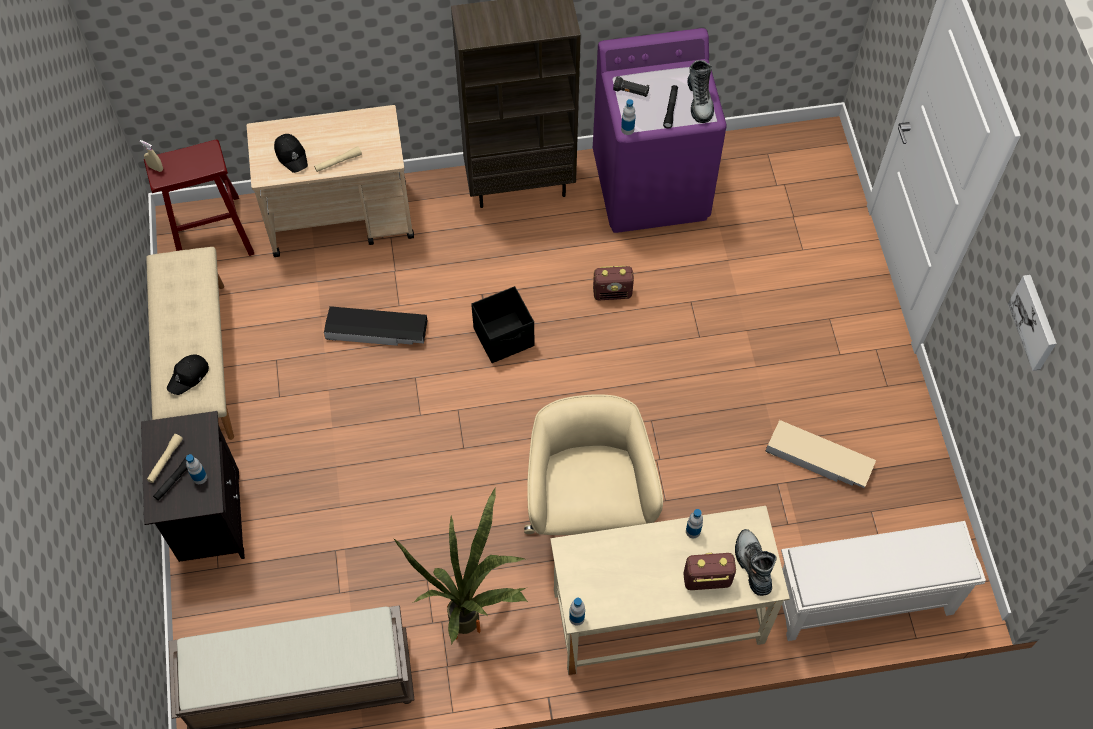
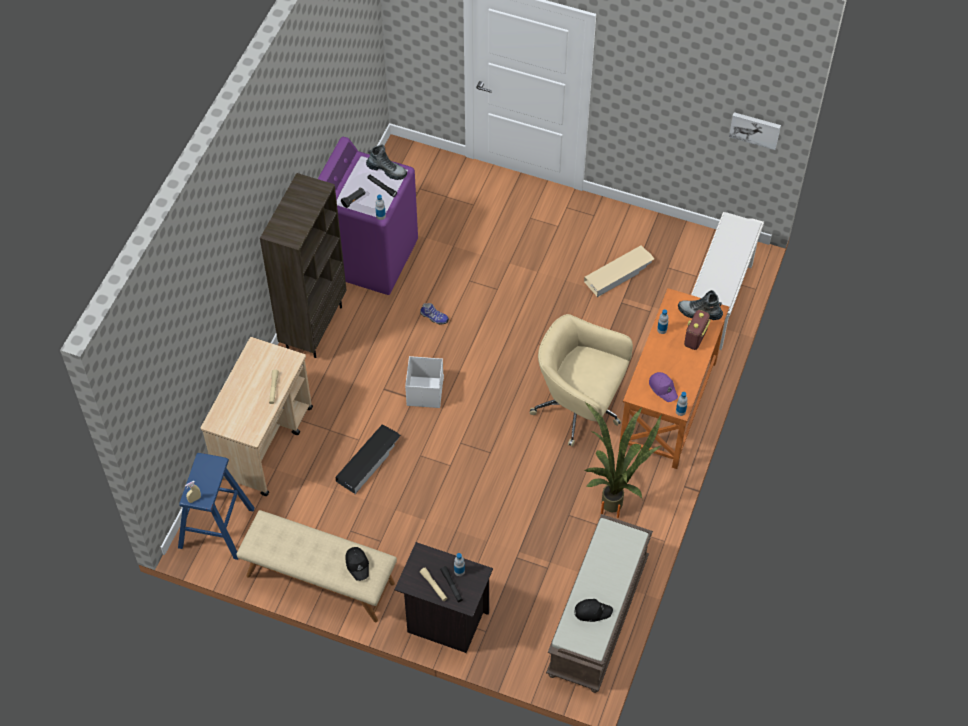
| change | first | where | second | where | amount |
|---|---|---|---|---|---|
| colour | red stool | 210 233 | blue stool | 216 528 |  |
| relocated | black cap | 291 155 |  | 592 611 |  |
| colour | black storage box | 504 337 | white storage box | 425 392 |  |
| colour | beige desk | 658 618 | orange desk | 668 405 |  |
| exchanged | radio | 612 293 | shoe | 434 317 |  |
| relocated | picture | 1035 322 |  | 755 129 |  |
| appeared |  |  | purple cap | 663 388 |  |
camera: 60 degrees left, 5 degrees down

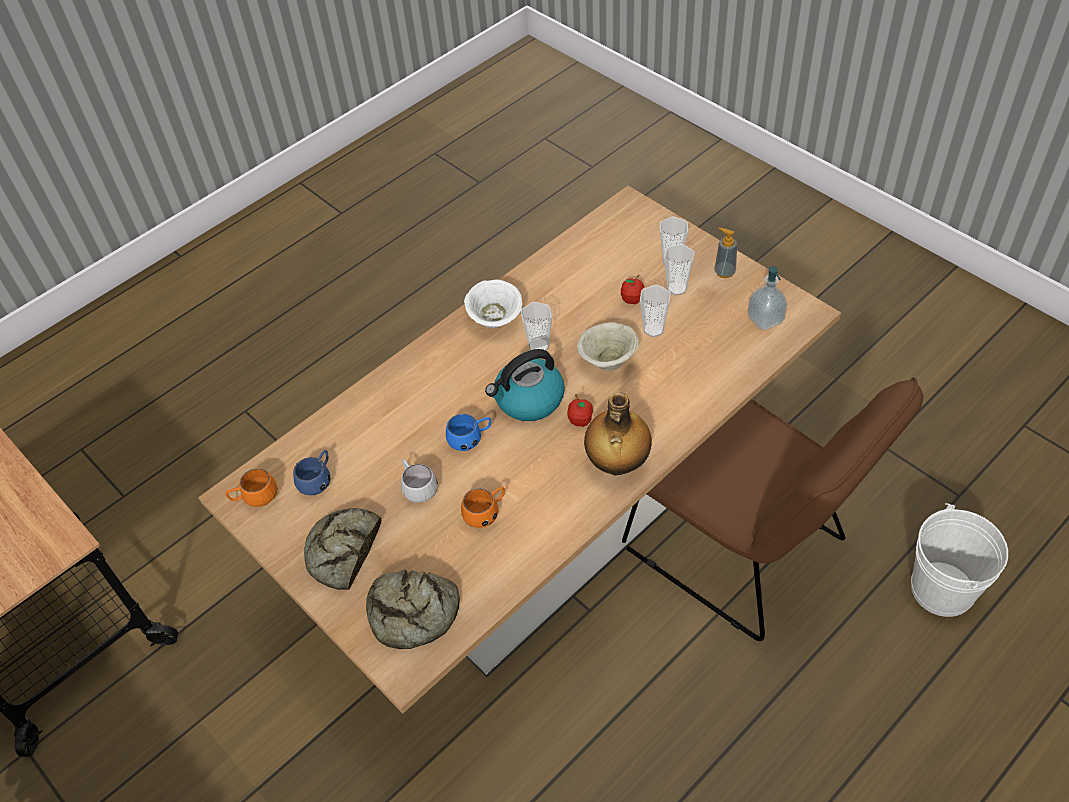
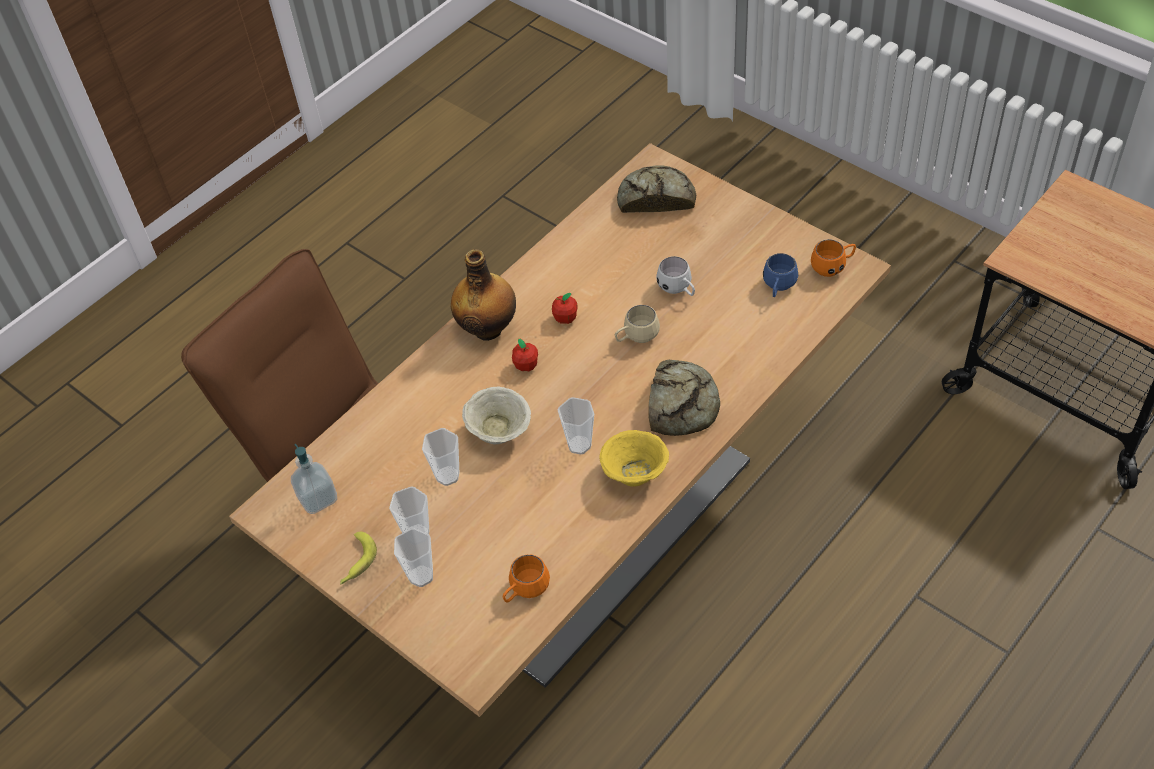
| change | first | where | second | where | amount |
|---|---|---|---|---|---|
| relocated | bread | 343 551 |  | 682 403 |  |
| colour | blue mug | 470 440 | beige mug | 636 338 |  |
| relocated | orange mug | 486 513 |  | 525 591 |  |
| colour | white bowl | 495 319 | yellow bowl | 634 475 |  |
| missing | kettle | 528 400 |  |  |  |
| relocated | apple | 632 299 |  | 565 318 |  |
| exchanged | soap dispenser | 724 272 | banana | 356 563 |  |
| missing | white bucket | 942 589 |  |  |  |
camera: 175 degrees right, 0 degrees up

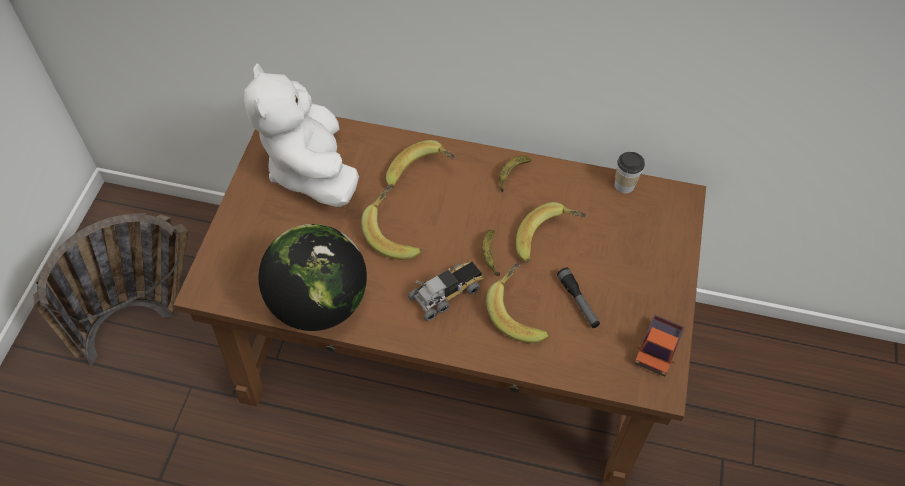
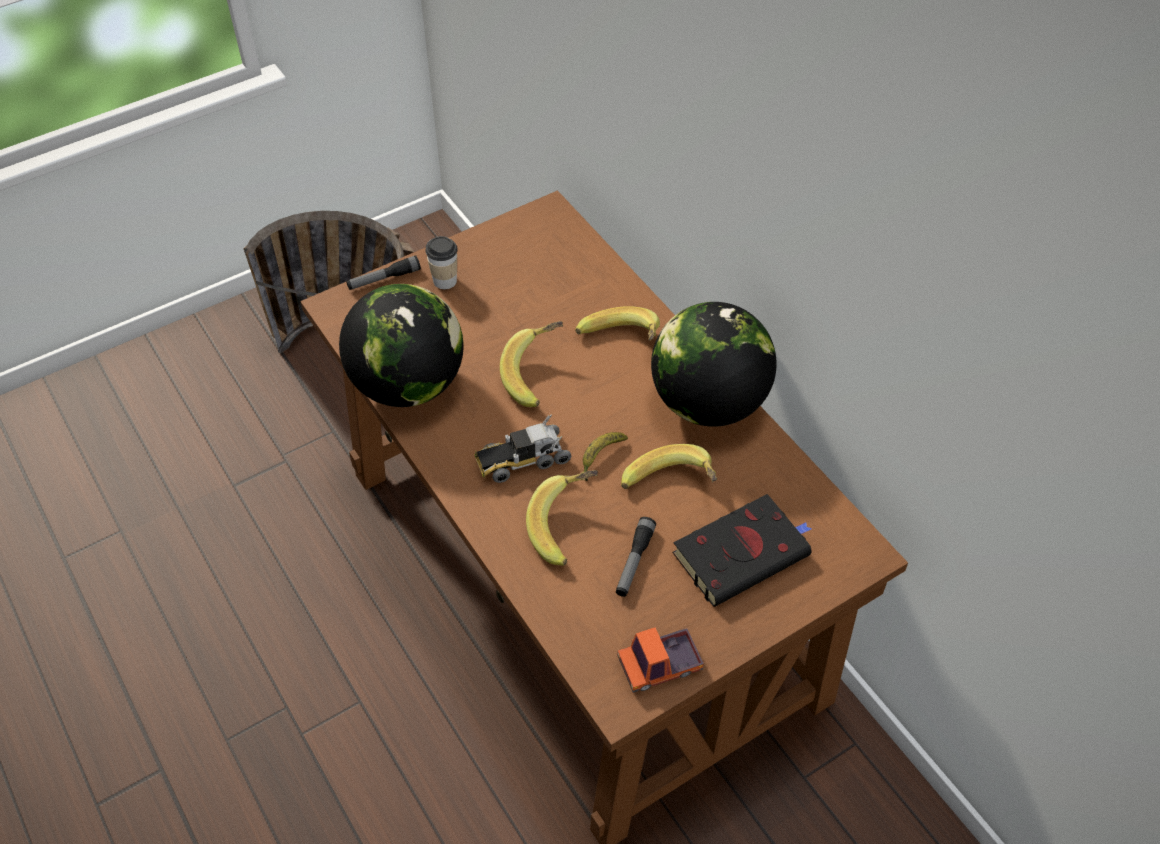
| change | first | where | second | where | amount |
|---|---|---|---|---|---|
| missing | white plush toy | 311 169 |  |  |  |
| spun | toy truck | 447 293 |  | 522 460 | 150 degrees clockwise |
| exchanged | banana | 511 175 | globe | 708 403 |  |
| relocated | cup | 624 185 |  | 445 280 |  |
| appeared |  |  | flashlight | 384 279 |  |
| appeared |  |  | black book | 743 553 |  |
camera: 45 degrees right, 5 degrees down

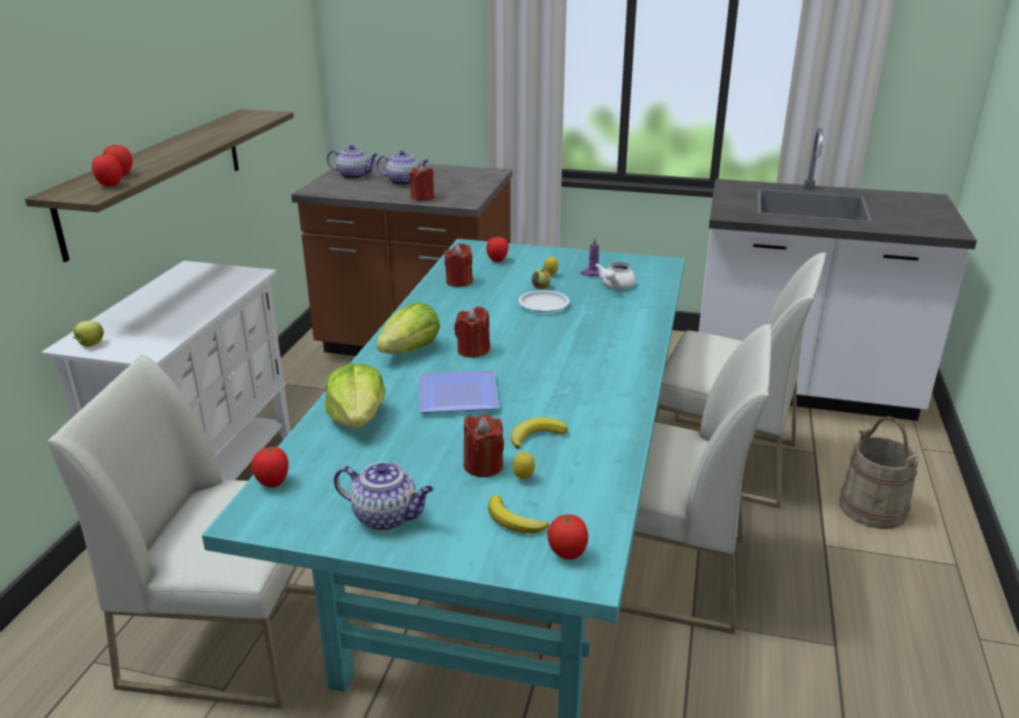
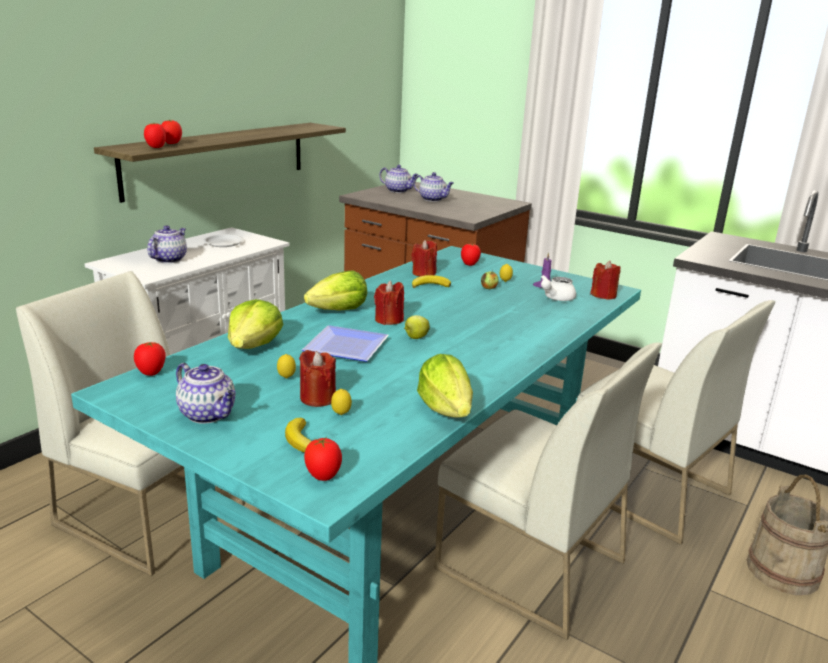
| change | first | where | second | where | amount |
|---|---|---|---|---|---|
| relocated | apple | 90 345 |  | 415 337 |  |
| relocated | red candle | 423 198 |  | 603 295 |  |
| relocated | banana | 536 436 |  | 430 285 |  |
| relocated | white plate | 543 304 |  | 223 243 |  |
| appeared |  |  | teapot | 169 259 |  |
| appeared |  |  | lemon | 286 378 |  |
| appeared |  |  | lettuce | 446 410 |  |
camera: 20 degrees right, 5 degrees down

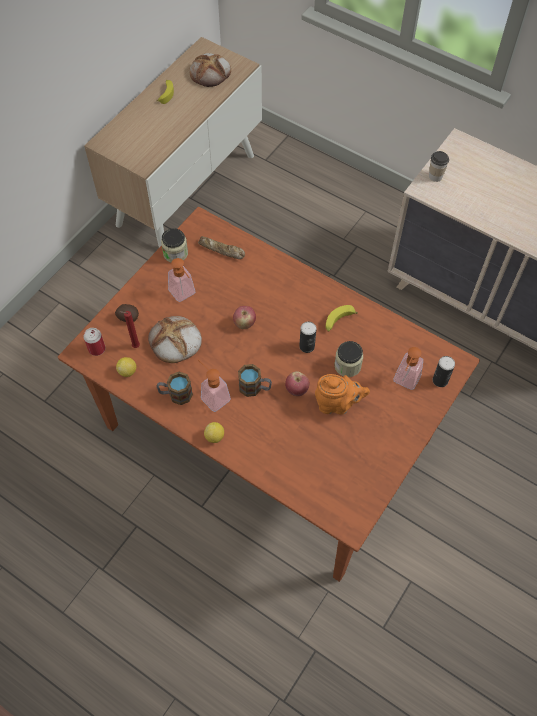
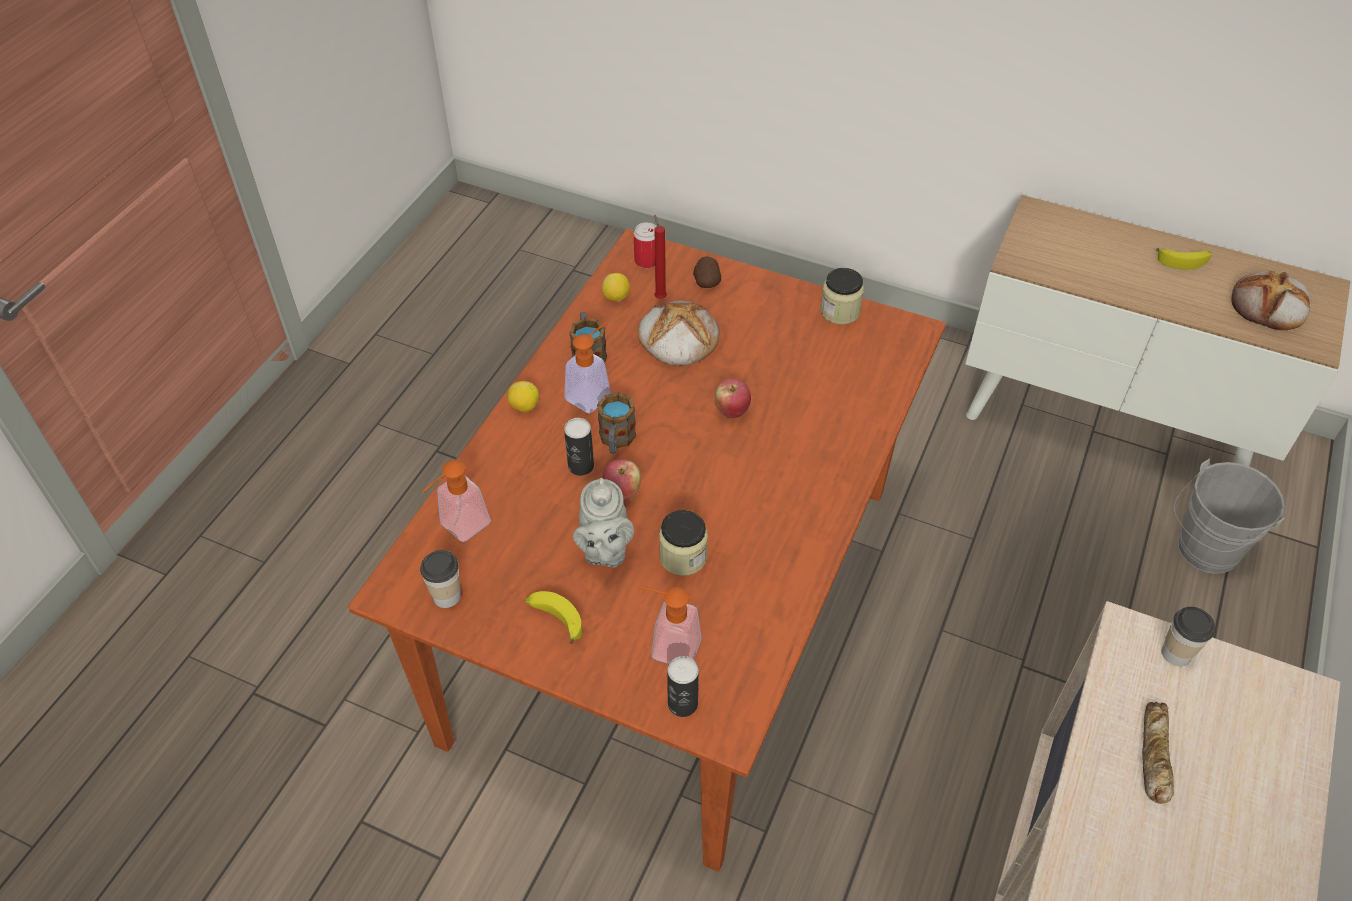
| change | first | where | second | where | amount |
|---|---|---|---|---|---|
| relocated | soap dispenser | 184 295 |  | 459 528 |  |
| relocated | bread | 222 250 |  | 1153 755 |  |
| relocated | can | 307 346 |  | 581 466 |  |
| colour | orange teapot | 337 404 | grey teapot | 604 550 |  |
| relocated | banana | 338 321 |  | 554 619 |  |
| appeared |  |  | cup | 446 596 |  |
| appeared |  |  | grey bucket | 1203 552 |  |
camera: 80 degrees right, 10 degrees down

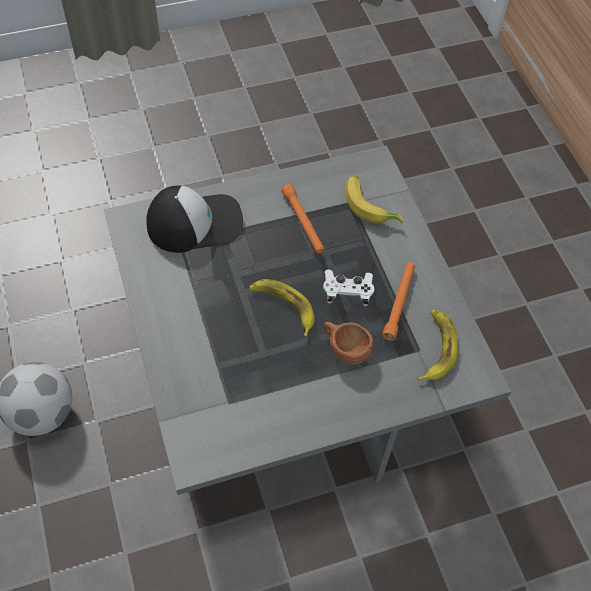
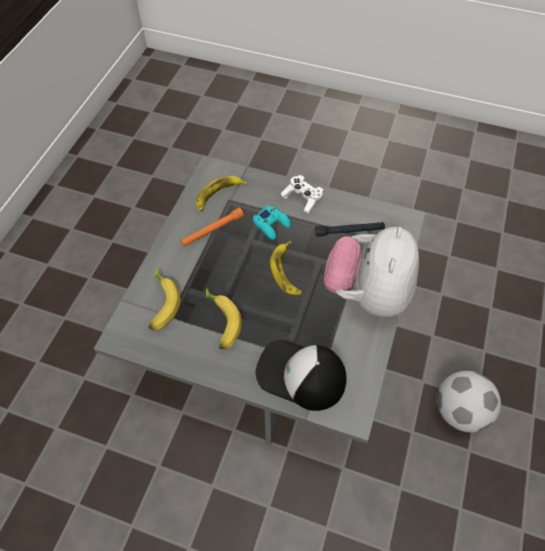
| change | first | where | second | where | amount |
|---|---|---|---|---|---|
| exchanged | orange flashlight | 303 222 | banana | 220 322 |  |
| relocated | white game controller | 347 292 |  | 302 198 |  |
| exchanged | brown cup | 344 349 | turquoise game controller | 272 225 |  |
| appeared |  |  | black flashlight | 349 231 |  |
| appeared |  |  | plush toy | 367 293 |  |
camera: 140 degrees left, 0 degrees up

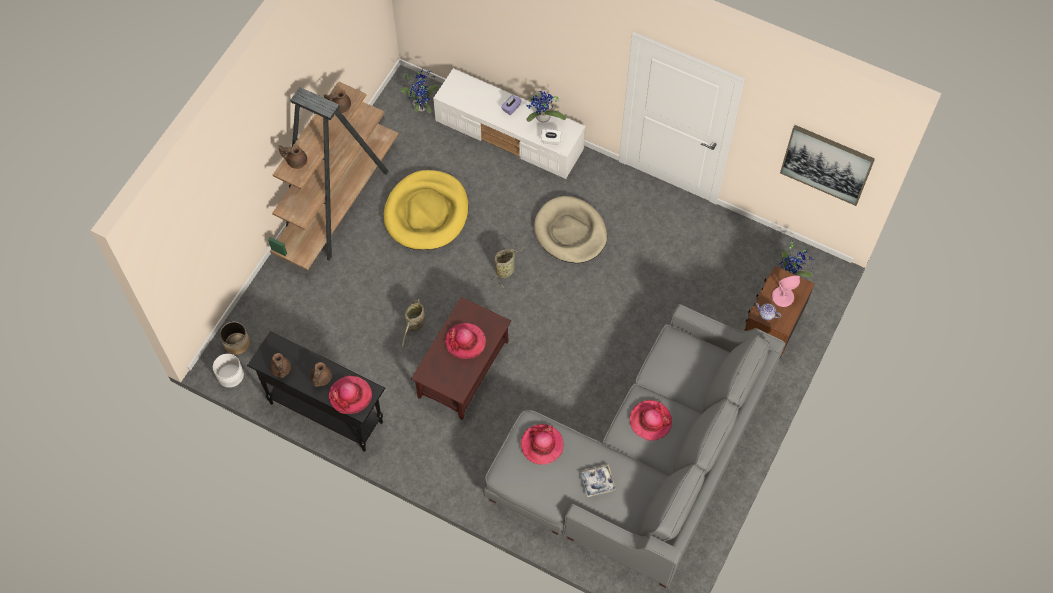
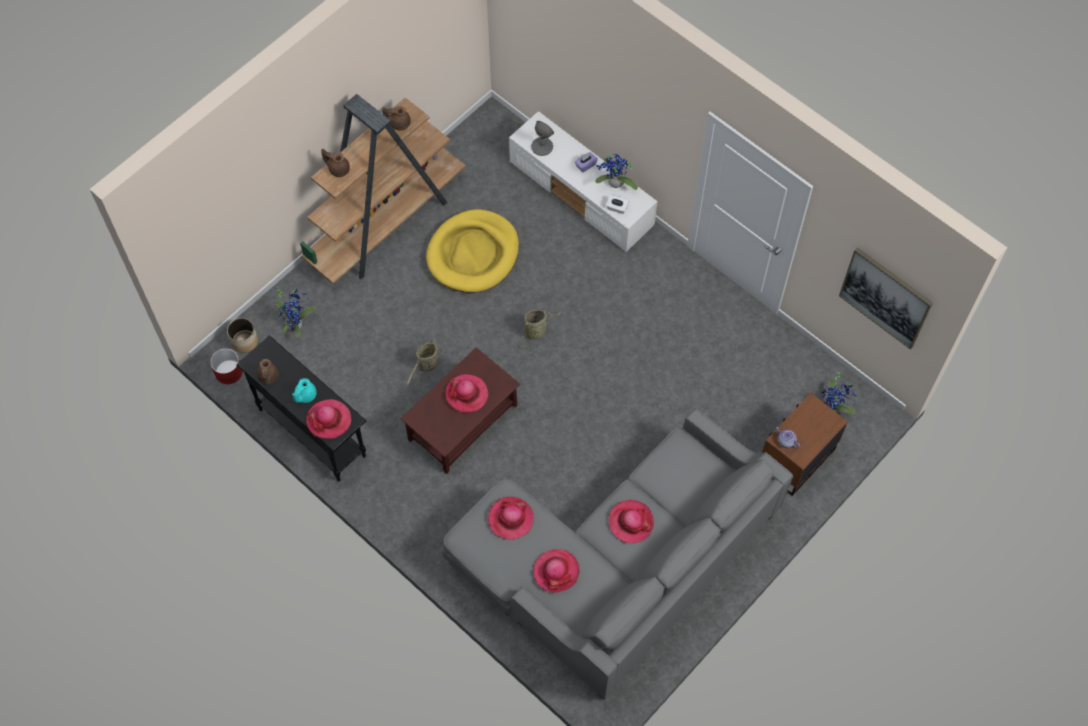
| change | first | where | second | where | amount |
|---|---|---|---|---|---|
| colour | white planter | 230 375 | red planter | 228 372 |  |
| colour | brown teapot | 321 378 | turquoise teapot | 305 395 |  |
| relocated | potted plant | 421 105 |  | 296 324 |  |
| missing | beige dog bed | 570 232 |  |  |  |
| exchanged | tray | 597 482 | hat | 556 571 |  |
| missing | pink table lamp | 782 297 |  |  |  |
| appeared |  |  | grey table lamp | 542 146 |  |
camera: 15 degrees right, 0 degrees up

